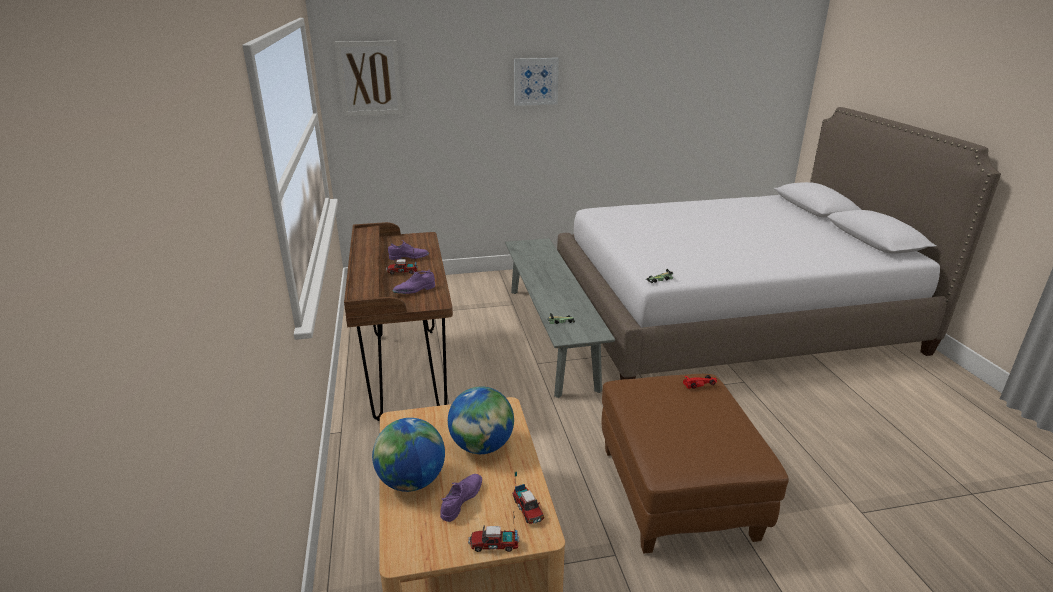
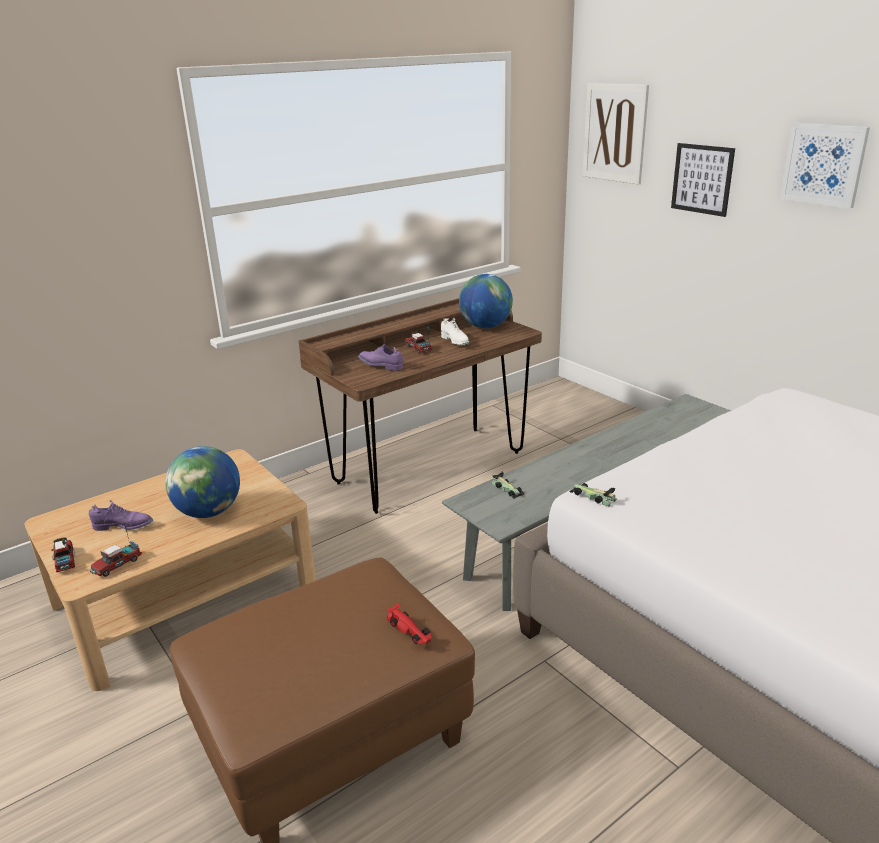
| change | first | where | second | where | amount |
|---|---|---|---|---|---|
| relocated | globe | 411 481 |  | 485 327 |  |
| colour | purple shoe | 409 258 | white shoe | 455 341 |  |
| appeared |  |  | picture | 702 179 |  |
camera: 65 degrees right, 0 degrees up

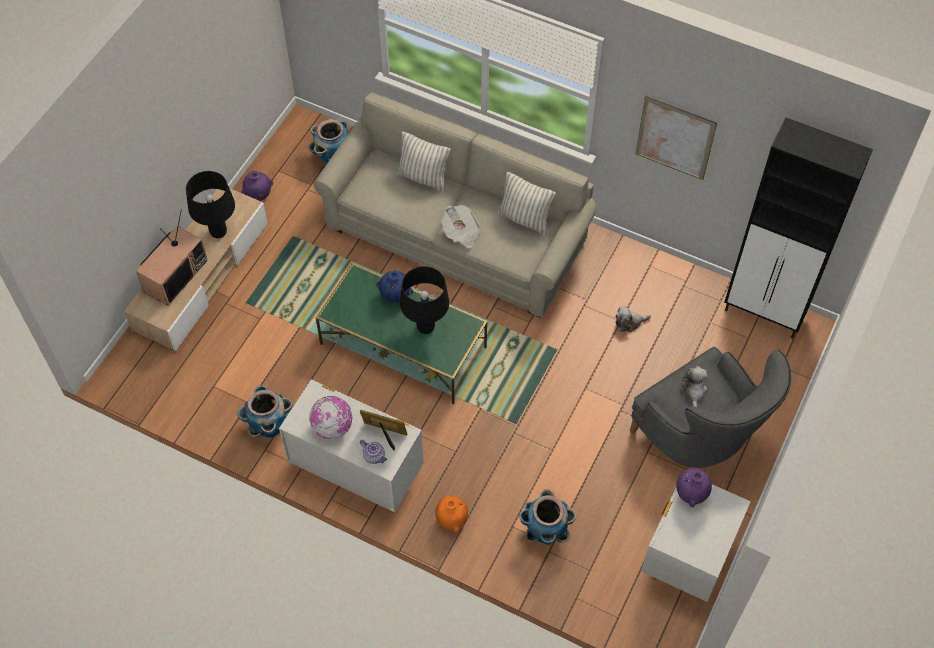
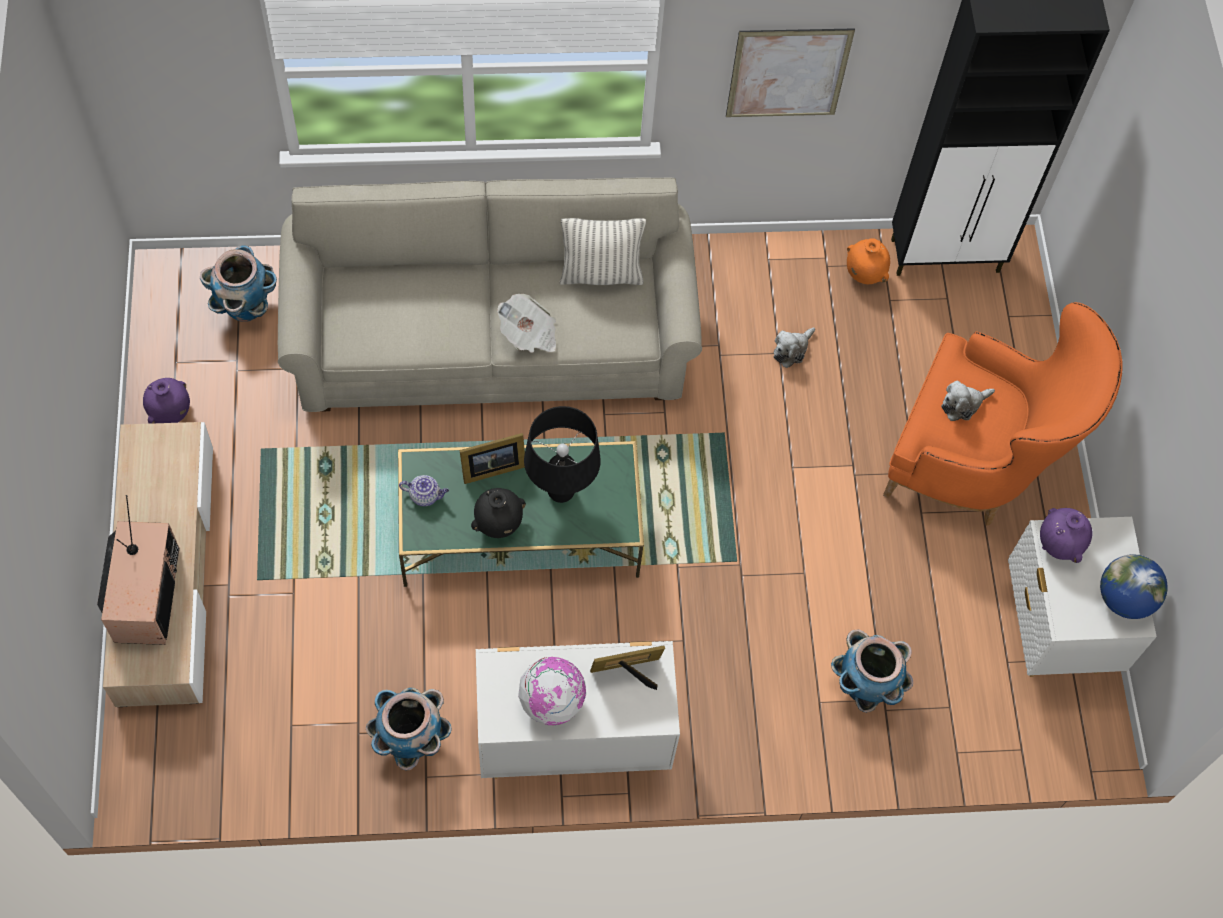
| change | first | where | second | where | amount |
|---|---|---|---|---|---|
| missing | black table lamp | 218 232 |  |  |  |
| relocated | teapot | 374 456 |  | 425 495 |  |
| exchanged | blue vase | 395 296 | picture frame | 490 468 |  |
| missing | pillow | 423 178 |  |  |  |
| relocated | orange vase | 451 520 |  | 864 274 |  |
| colour | grey armchair | 699 441 | orange armchair | 974 465 |  |
| spun | plush toy | 694 390 |  | 963 404 | 90 degrees counterclockwise |
| appeared |  |  | black vase | 498 524 |  |
| appeared |  |  | globe | 1124 598 |  |
camera: 35 degrees left, 5 degrees up

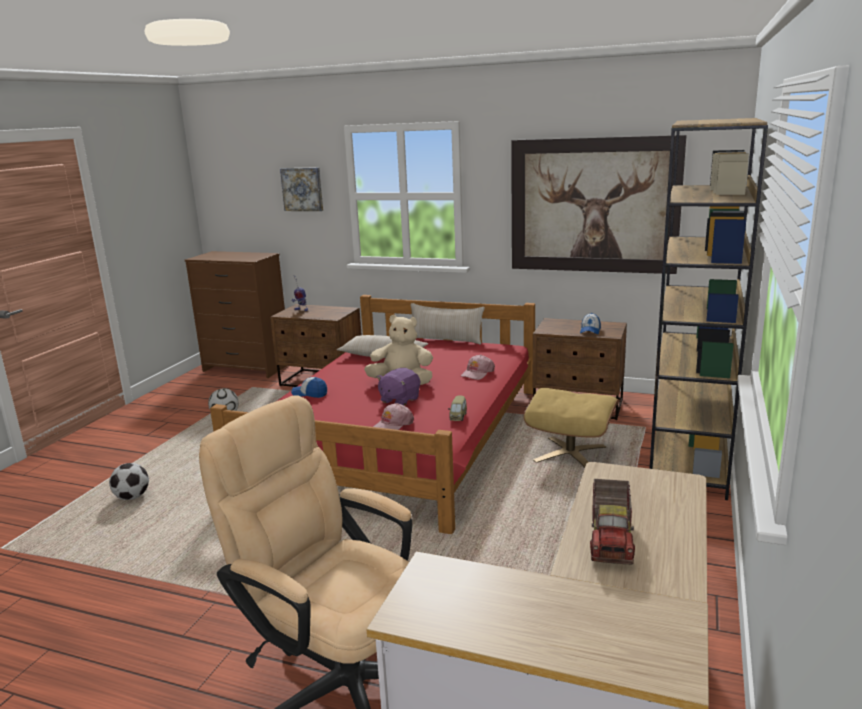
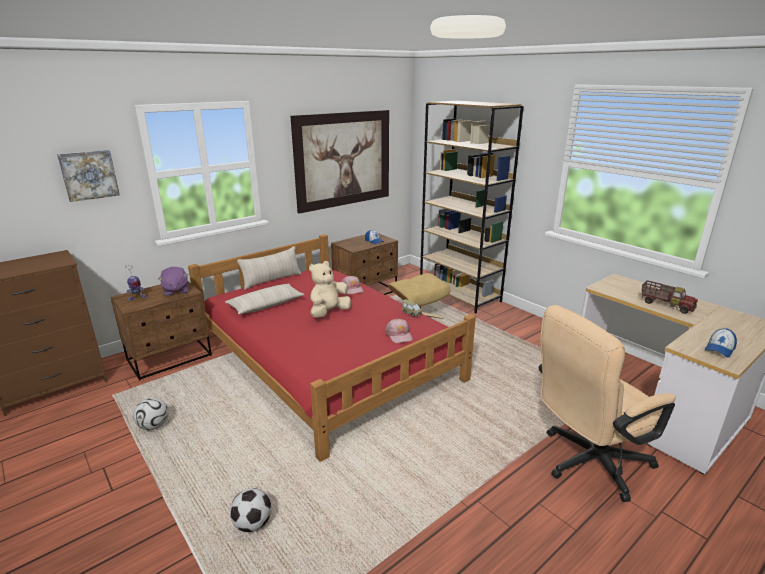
| change | first | where | second | where | amount |
|---|---|---|---|---|---|
| relocated | cap | 310 394 |  | 719 349 |  |
| relocated | purple plush toy | 399 400 |  | 175 291 |  |
camera: 60 degrees left, 5 degrees up

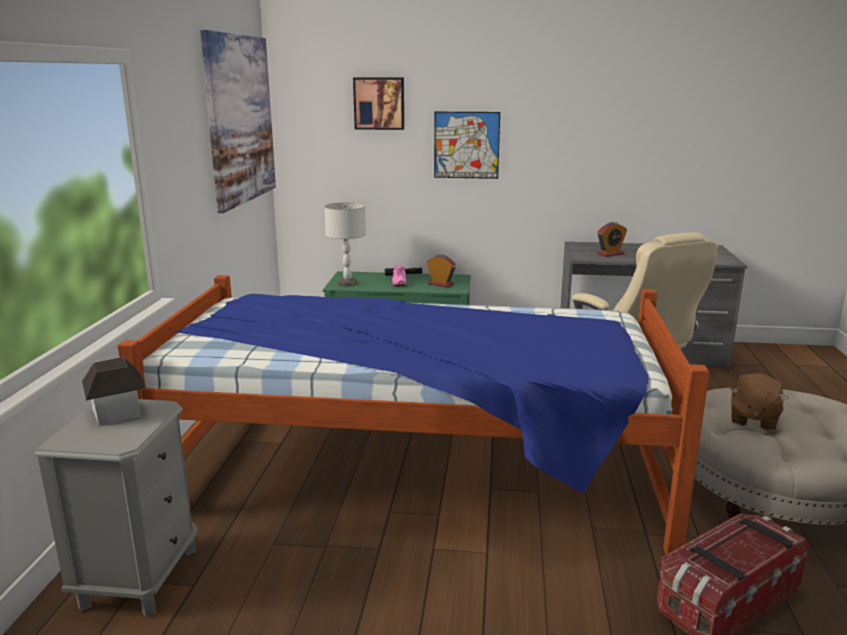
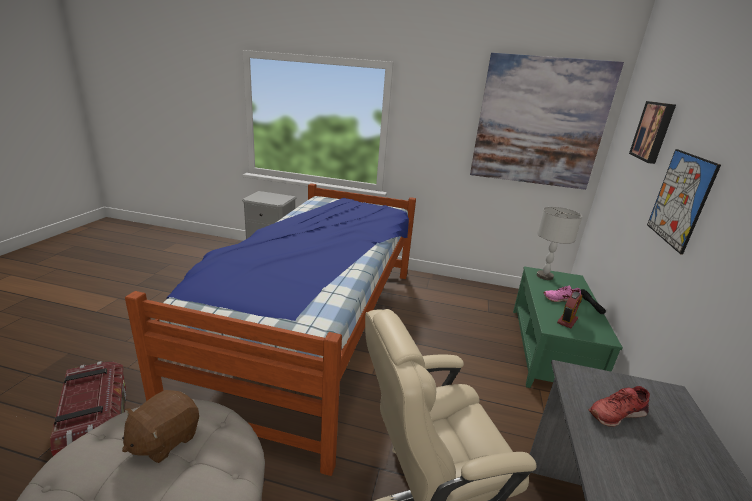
| change | first | where | second | where | amount |
|---|---|---|---|---|---|
| missing | toy house | 117 412 |  |  |  |
| exchanged | alarm clock | 610 254 | red shoe | 616 413 |  |
| spun | brown plush toy | 753 419 |  | 164 439 | 90 degrees counterclockwise |
camera: 95 degrees right, 5 degrees up

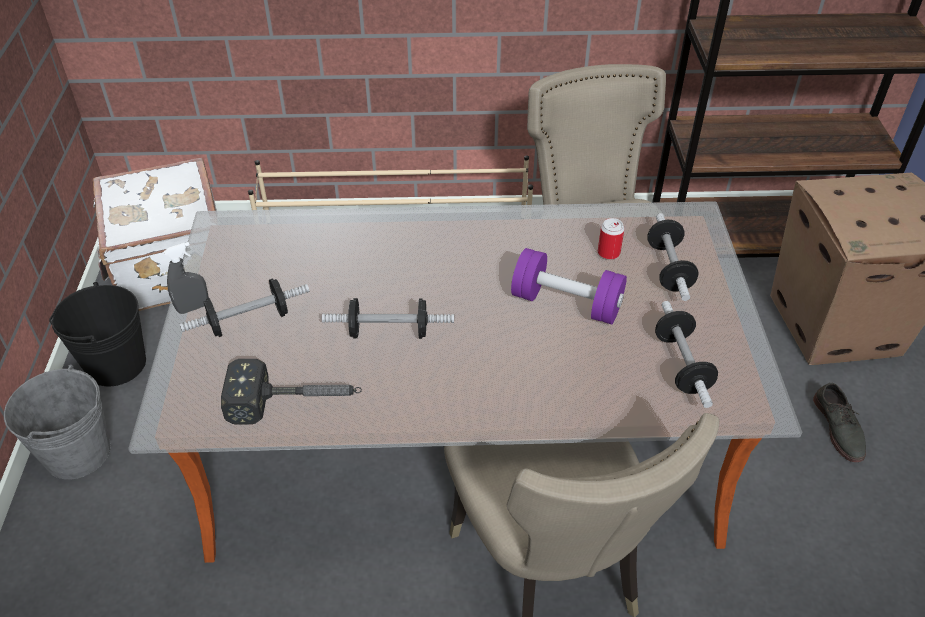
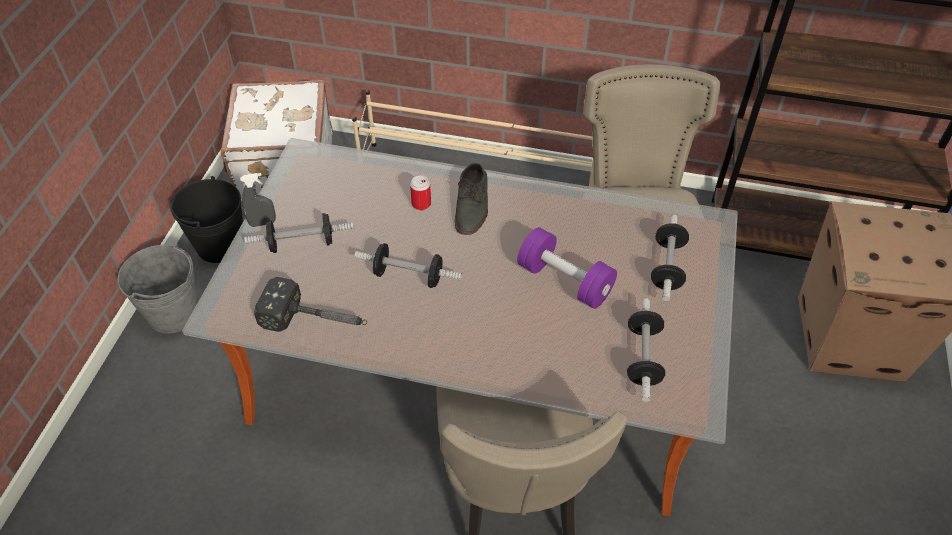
| change | first | where | second | where | amount |
|---|---|---|---|---|---|
| relocated | can | 608 253 |  | 421 204 |  |
| relocated | grey shoe | 839 427 |  | 472 205 |  |
camera: 15 degrees right, 5 degrees up

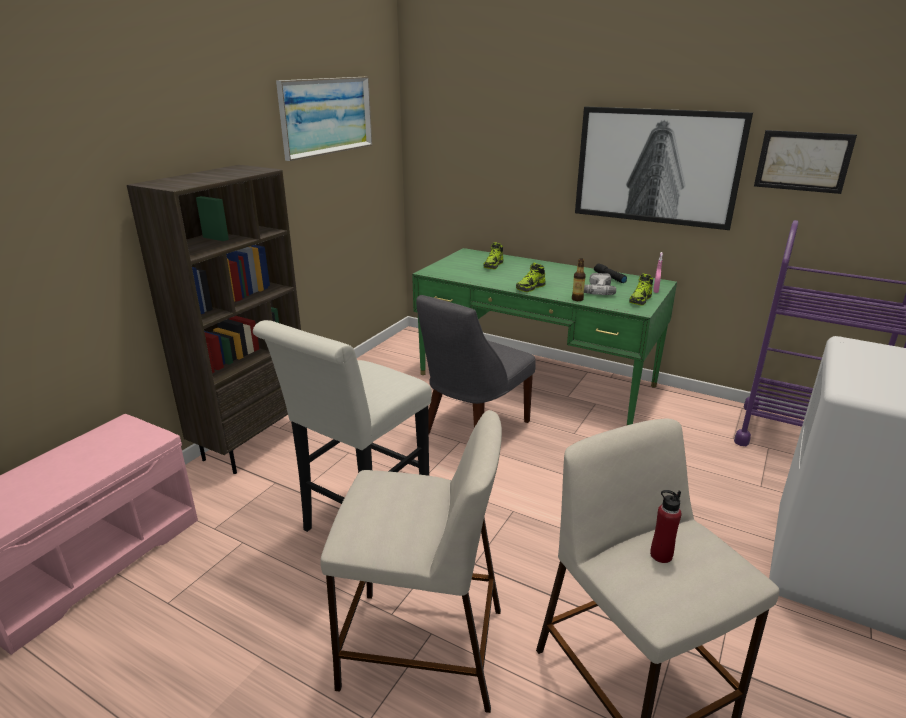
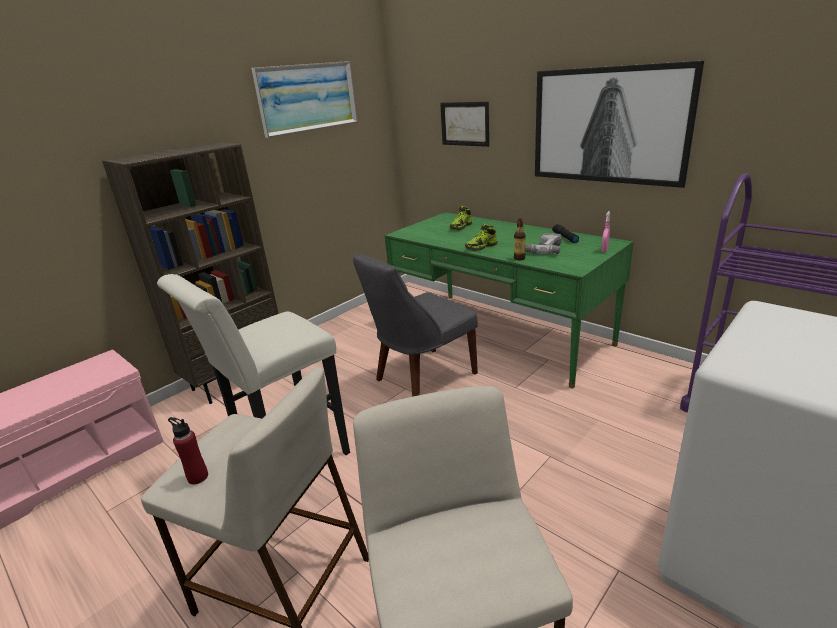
| change | first | where | second | where | amount |
|---|---|---|---|---|---|
| missing | shoe | 640 300 |  |  |  |
| relocated | red bottle | 661 555 |  | 198 477 |  |
| relocated | picture | 803 161 |  | 464 124 |  |
camera: 15 degrees right, 0 degrees up

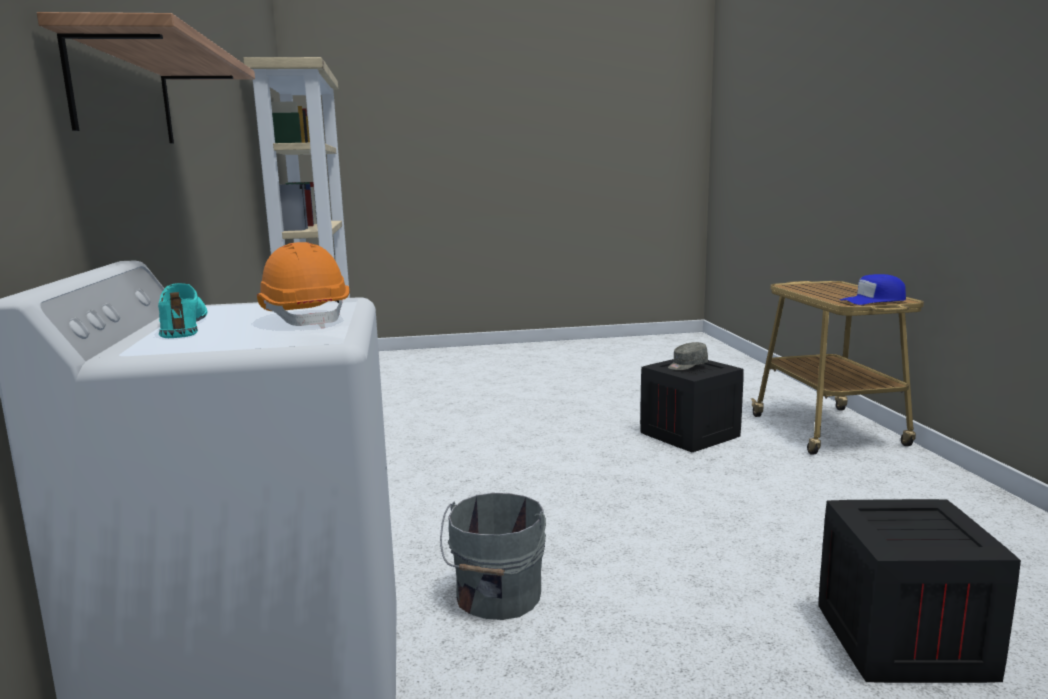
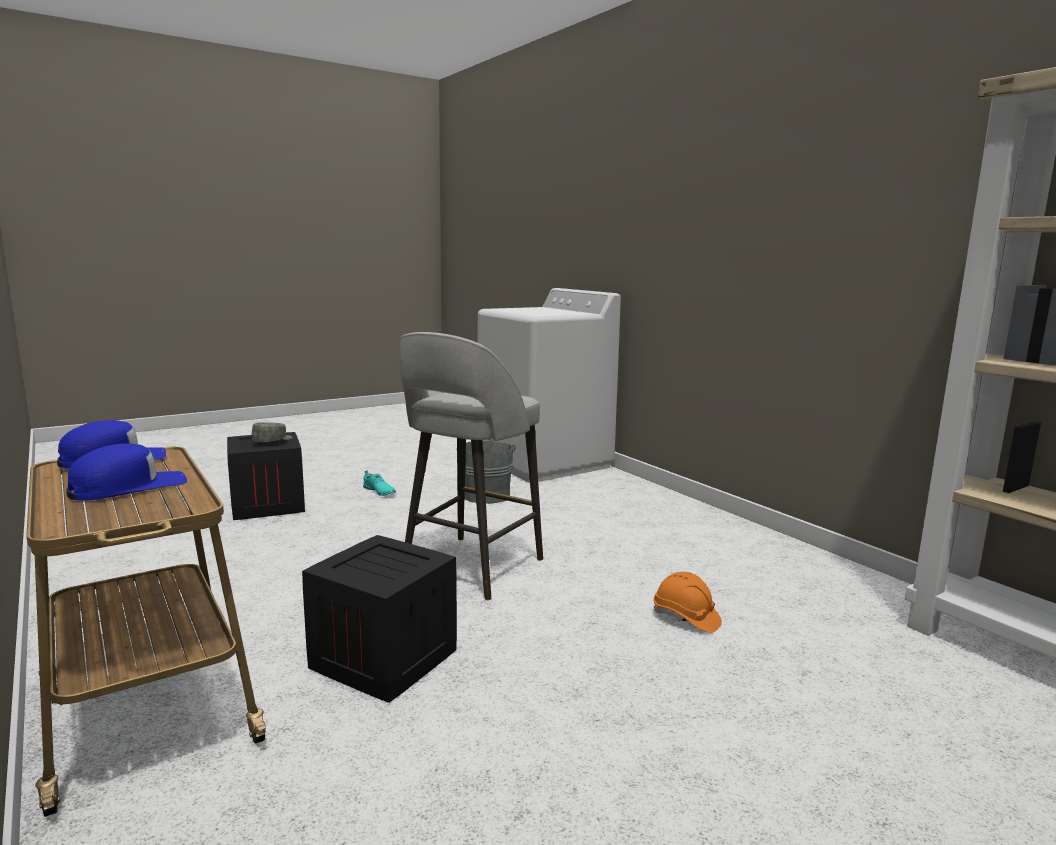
| change | first | where | second | where | amount |
|---|---|---|---|---|---|
| missing | shelf | 124 93 |  |  |  |
| relocated | turquoise shoe | 184 325 |  | 379 492 |  |
| relocated | orange hard hat | 305 318 |  | 686 618 |  |
| relocated | grey cap | 687 366 |  | 273 441 |  |
| appeared |  |  | blue cap | 128 487 |  |
| appeared |  |  | grey stool | 470 568 |  |
camera: 155 degrees right, 0 degrees up

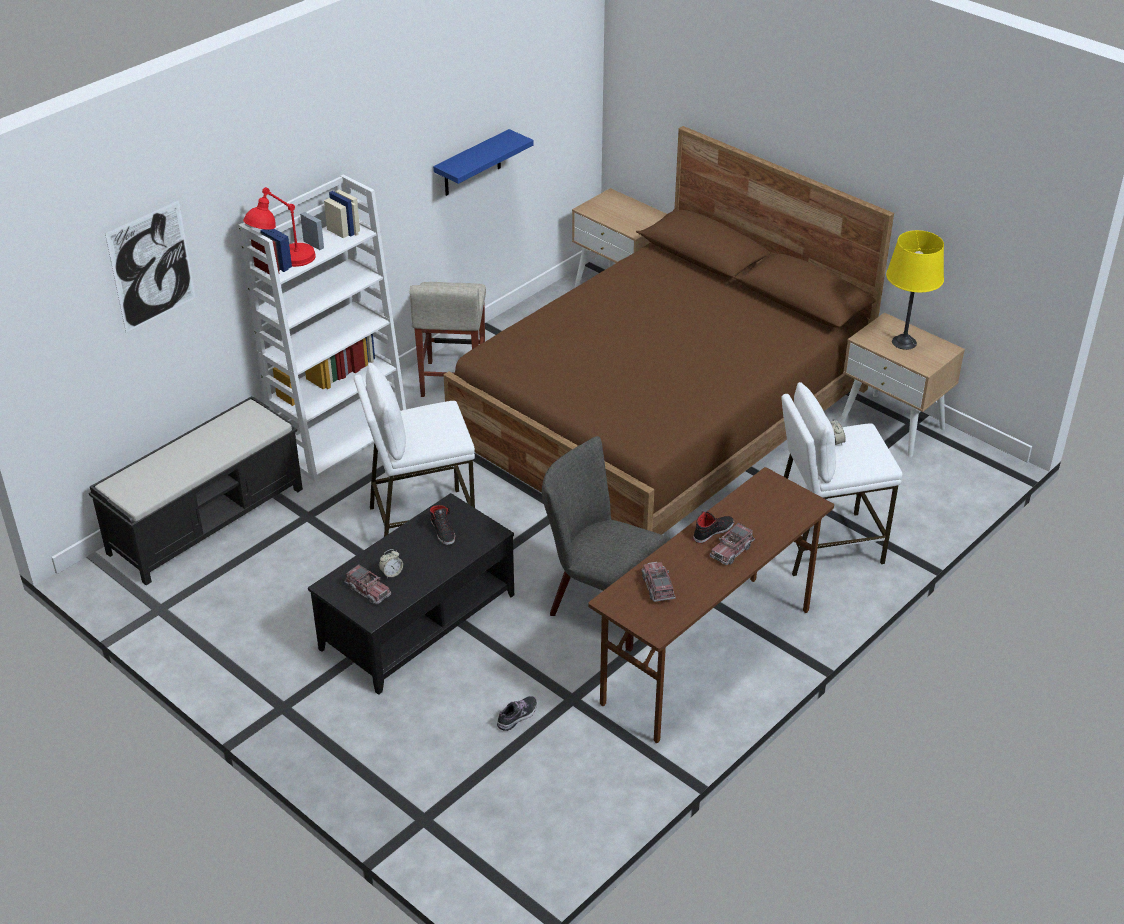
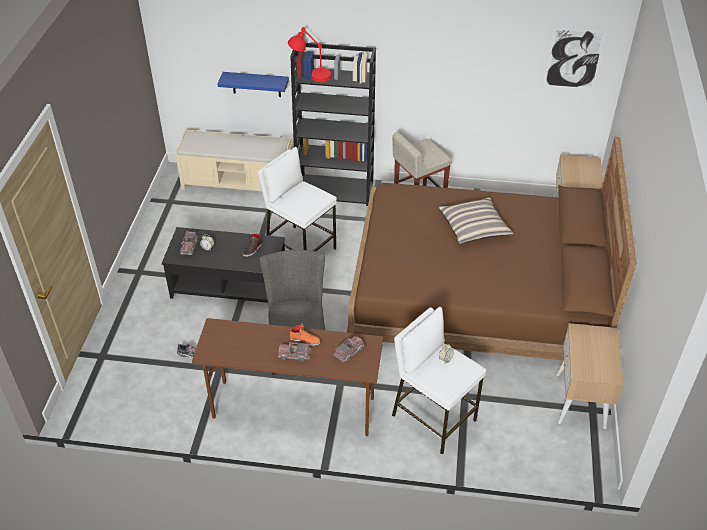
| change | first | where | second | where | amount |
|---|---|---|---|---|---|
| colour | black bench | 208 520 | beige bench | 238 182 |  |
| relocated | picture | 151 266 |  | 573 59 |  |
| colour | white bookcase | 341 437 | black bookcase | 335 190 |  |
| relocated | blue shelf | 472 164 |  | 256 84 |  |
| relocated | toy truck | 657 587 |  | 349 352 |  |
| colour | black shoe | 713 531 | orange shoe | 305 340 |  |
| missing | yellow table lamp | 904 342 |  |  |  |
| appeared |  |  | pillow | 474 227 |  |
camera: 55 degrees right, 5 degrees up

